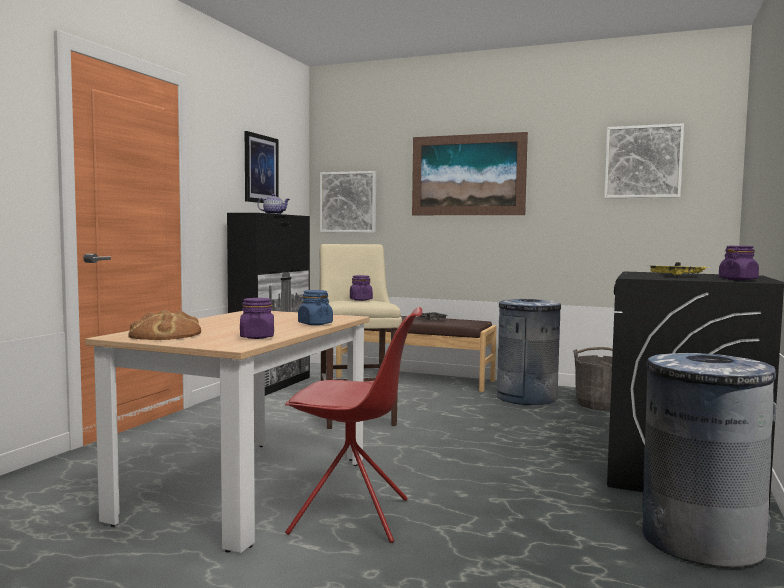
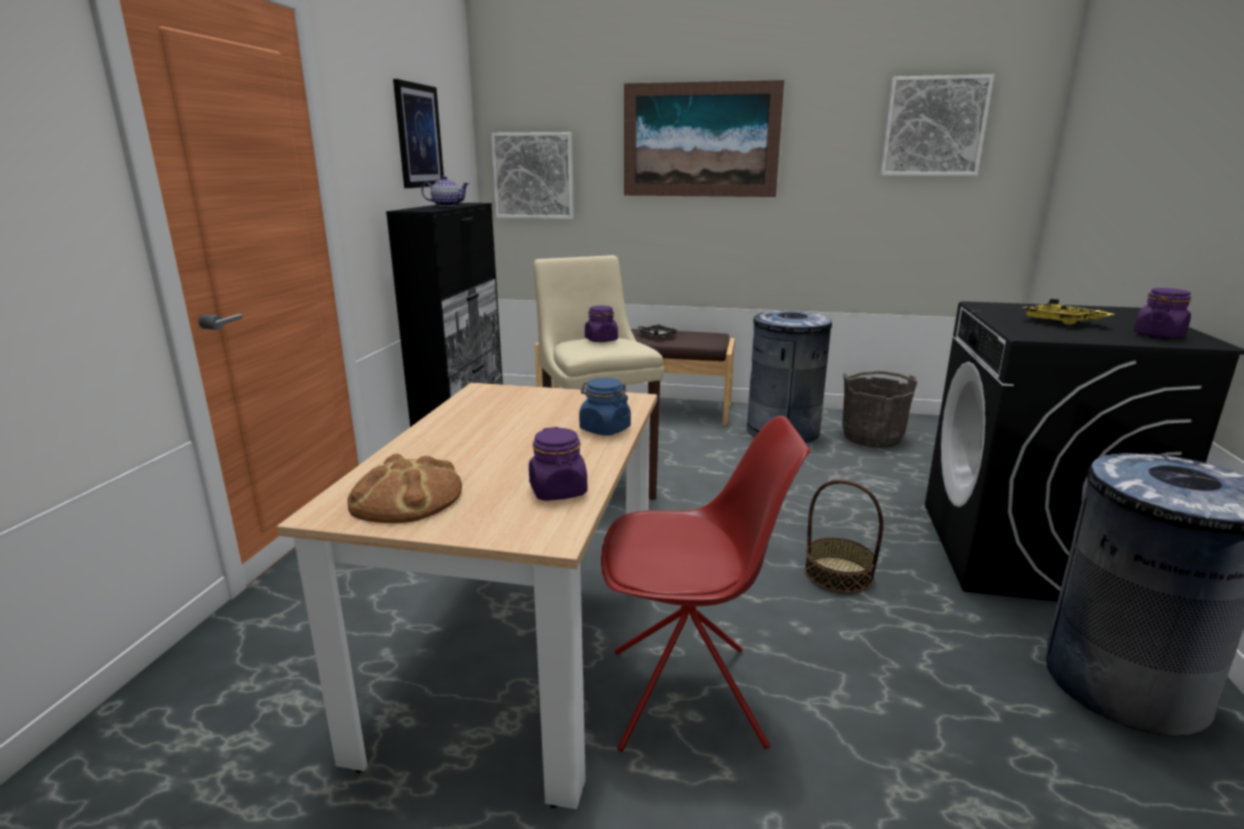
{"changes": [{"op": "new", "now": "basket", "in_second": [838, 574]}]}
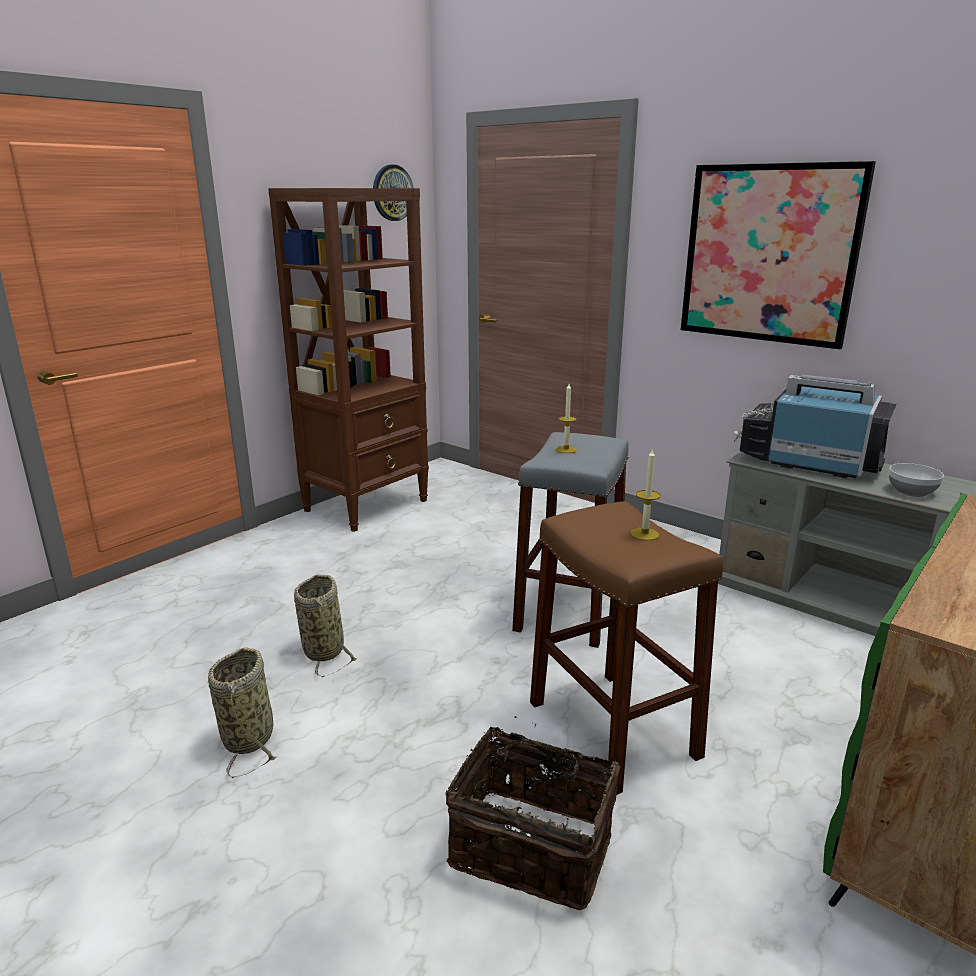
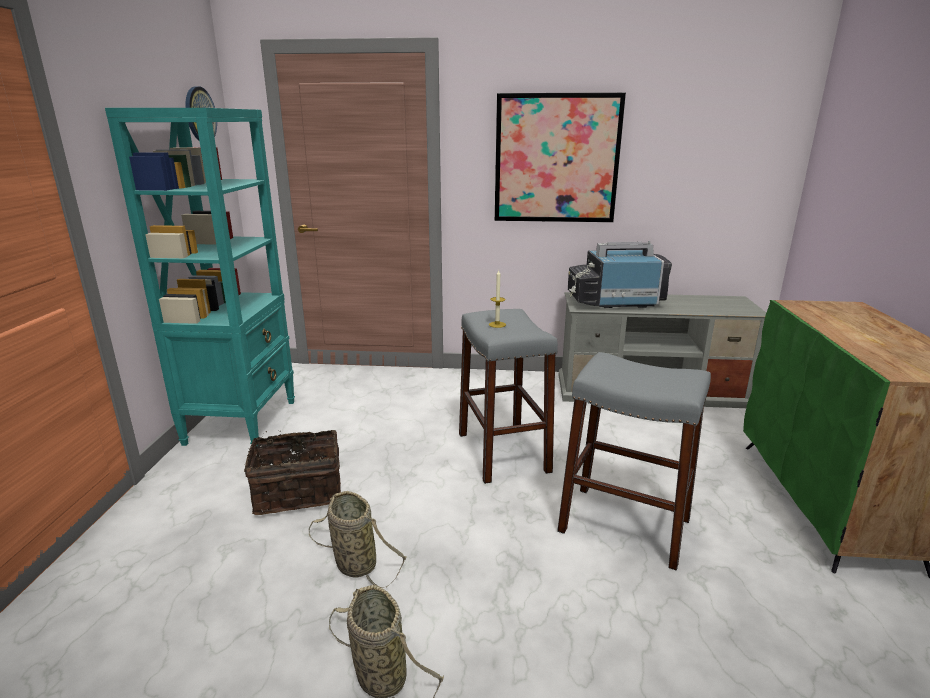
{"changes": [{"op": "repainted", "was": "bookcase (brown)", "now": "bookcase (turquoise)", "in_first": [367, 505], "in_second": [242, 421]}, {"op": "shifted", "was": "basket", "in_first": [533, 844], "in_second": [298, 491]}, {"op": "repainted", "was": "stool (brown)", "now": "stool (grey)", "in_first": [612, 729], "in_second": [624, 525]}, {"op": "gone", "was": "candle", "in_first": [644, 534]}, {"op": "gone", "was": "bowl", "in_first": [910, 491]}]}
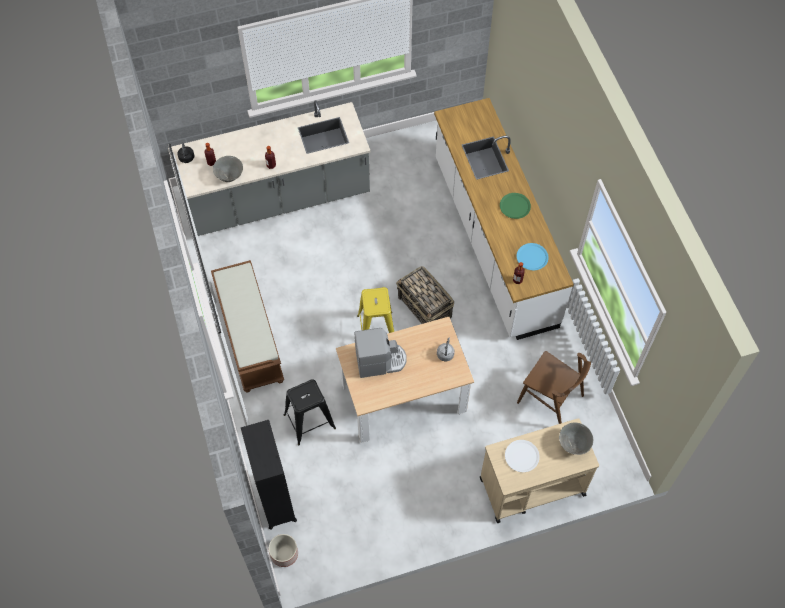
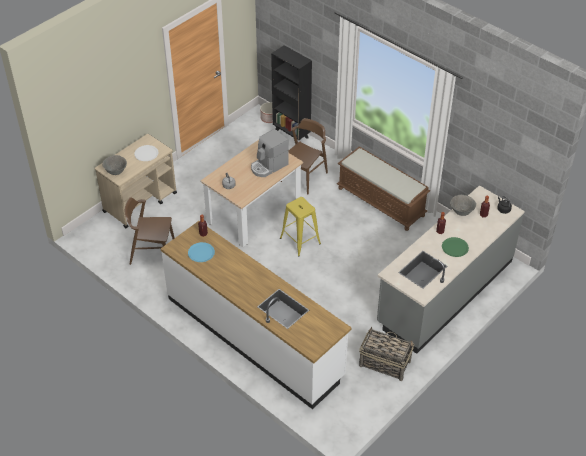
{"changes": [{"op": "swapped", "was": "stool (black)", "now": "chair (brown)", "in_first": [309, 421], "in_second": [304, 177]}, {"op": "shifted", "was": "basket", "in_first": [425, 307], "in_second": [384, 363]}, {"op": "shifted", "was": "plate (green)", "in_first": [515, 206], "in_second": [455, 247]}]}
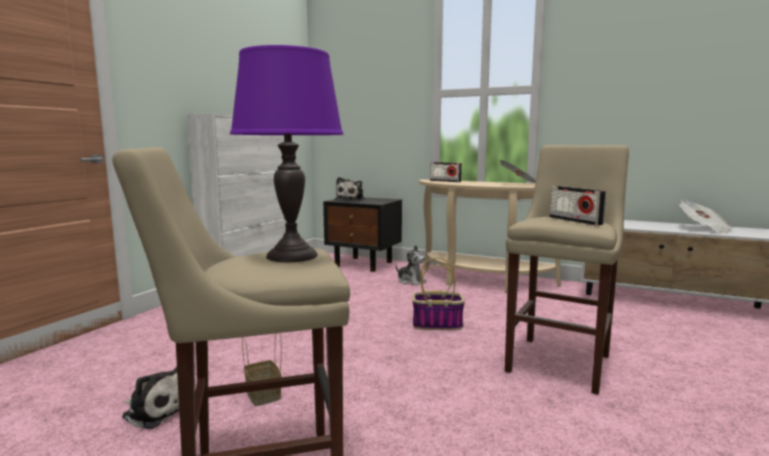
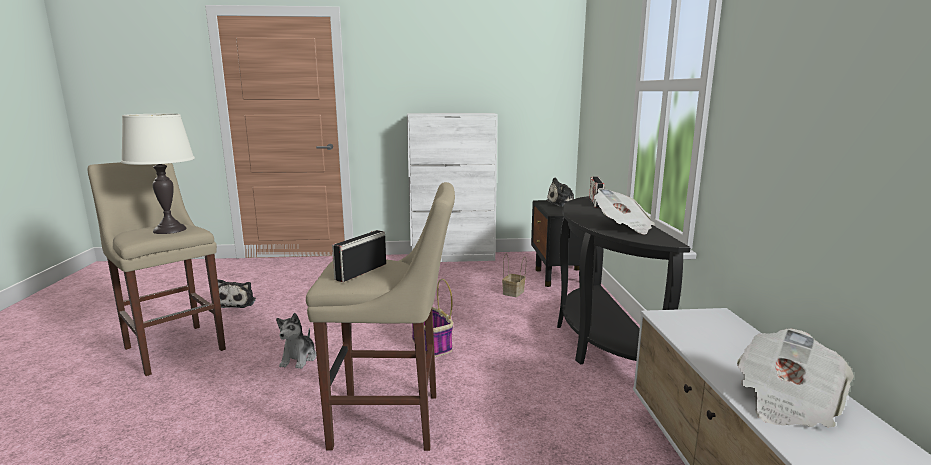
{"changes": [{"op": "repainted", "was": "table lamp (purple)", "now": "table lamp (white)", "in_first": [292, 256], "in_second": [170, 230]}, {"op": "shifted", "was": "plush toy", "in_first": [411, 281], "in_second": [299, 359]}, {"op": "shifted", "was": "basket", "in_first": [264, 395], "in_second": [513, 293]}, {"op": "repainted", "was": "console table (beige)", "now": "console table (black)", "in_first": [483, 281], "in_second": [599, 341]}]}
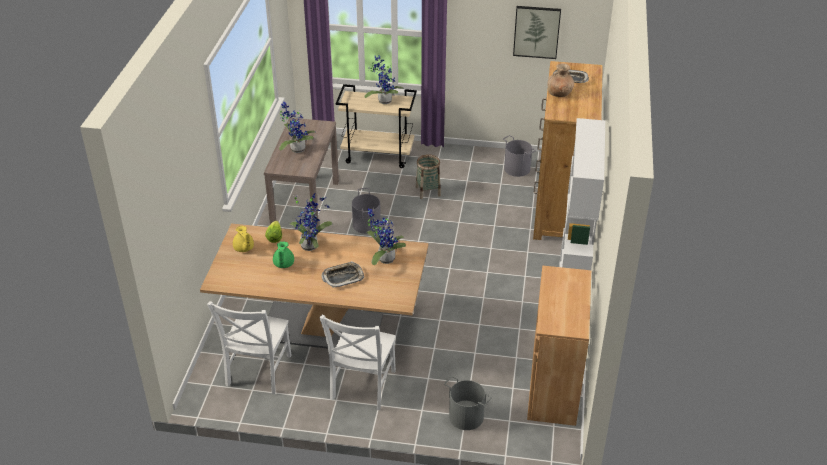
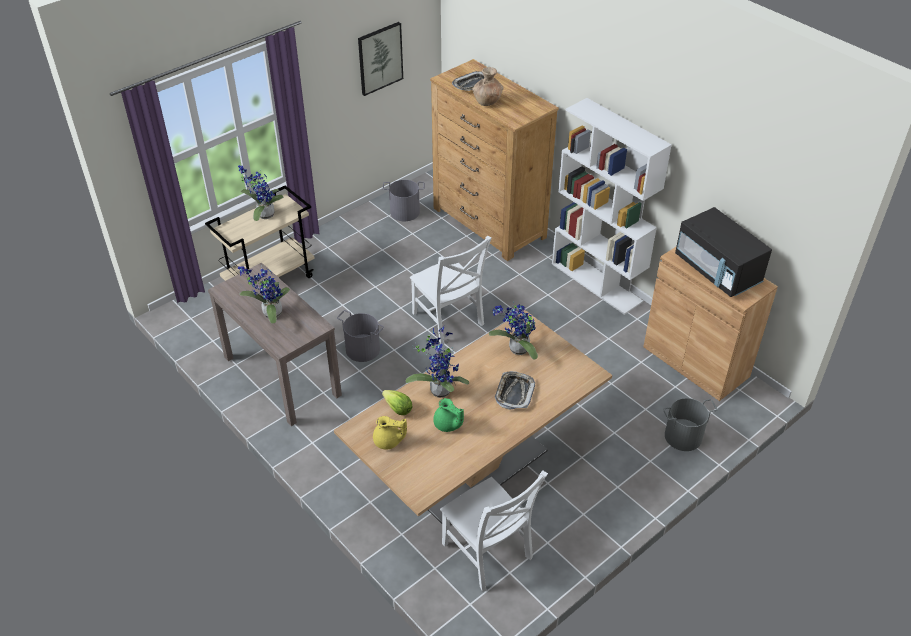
{"changes": [{"op": "shifted", "was": "chair (white)", "in_first": [362, 387], "in_second": [449, 321]}, {"op": "new", "now": "microwave (black)", "in_second": [717, 271]}, {"op": "gone", "was": "basket", "in_first": [428, 191]}]}
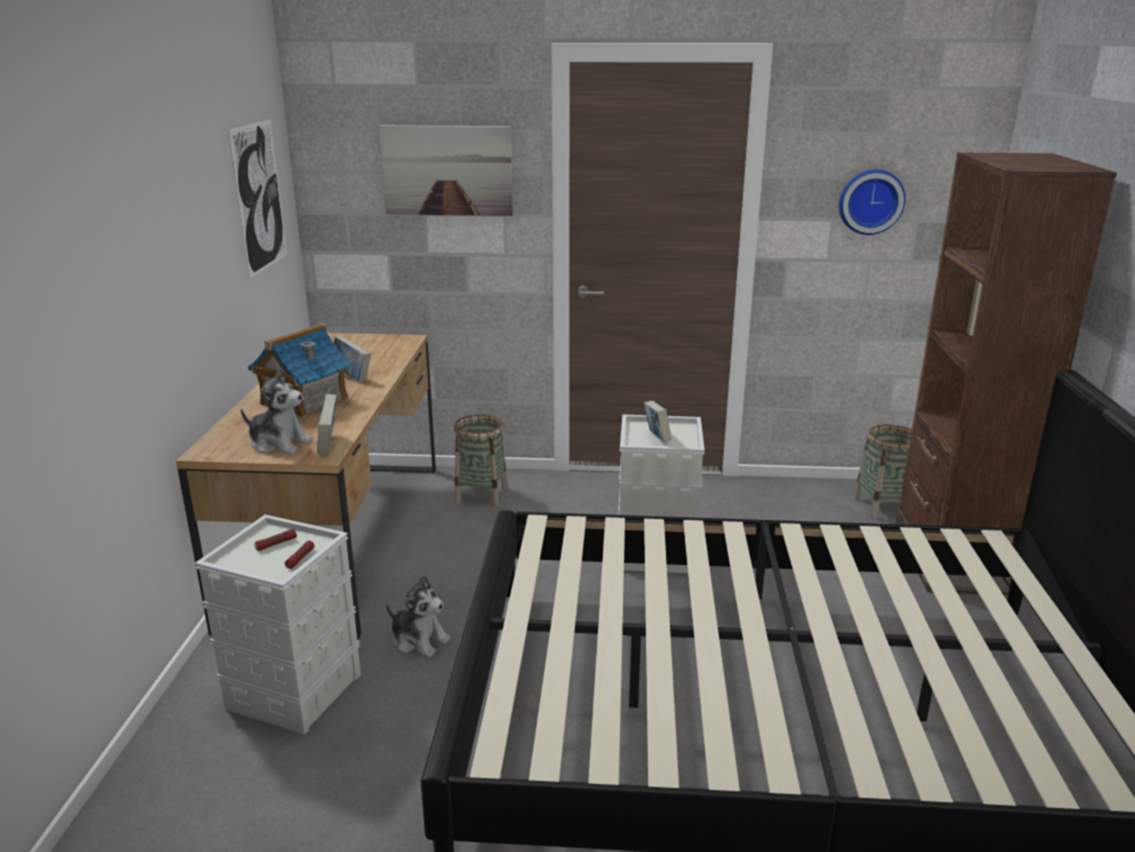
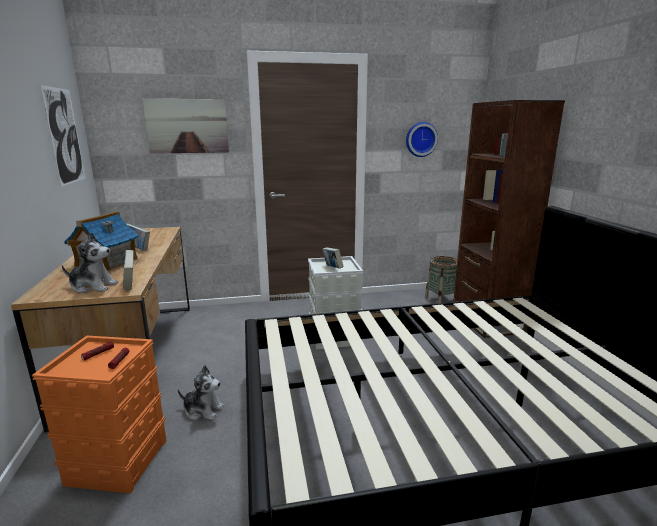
{"changes": [{"op": "repainted", "was": "storage box (grey)", "now": "storage box (orange)", "in_first": [294, 690], "in_second": [117, 461]}, {"op": "gone", "was": "basket", "in_first": [481, 494]}]}
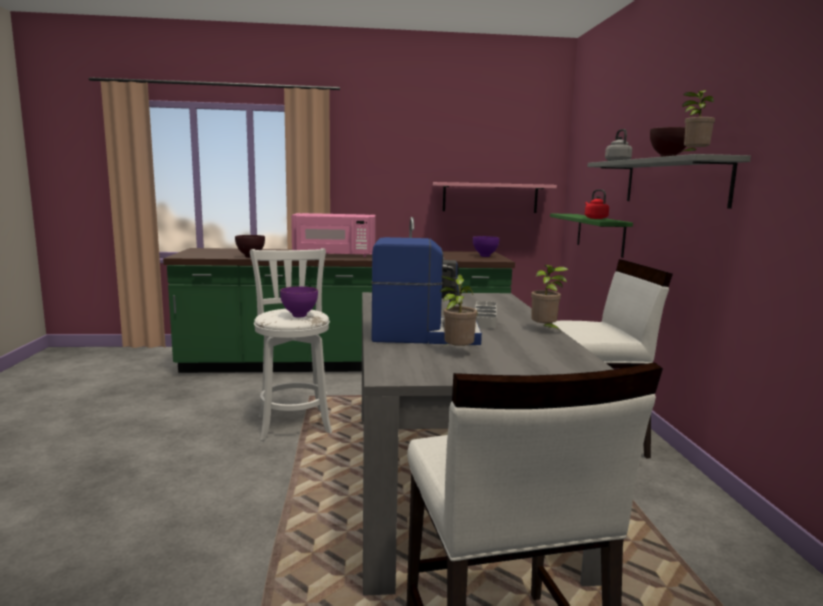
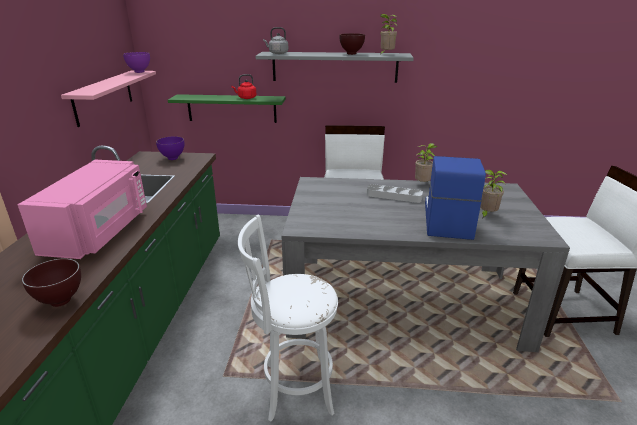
{"changes": [{"op": "shifted", "was": "bowl (purple)", "in_first": [299, 316], "in_second": [140, 72]}]}
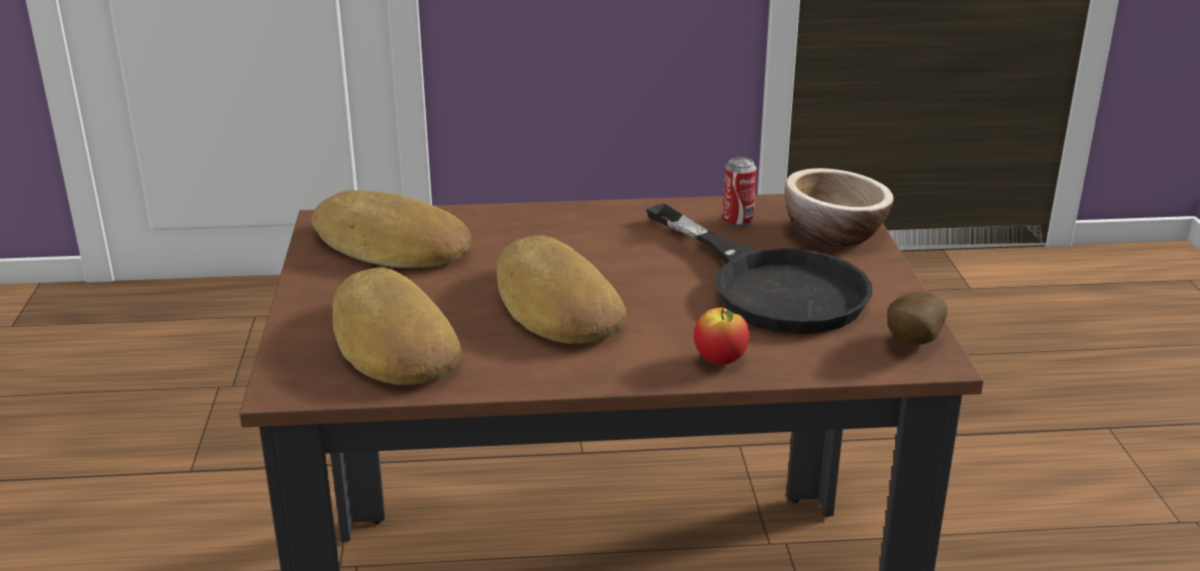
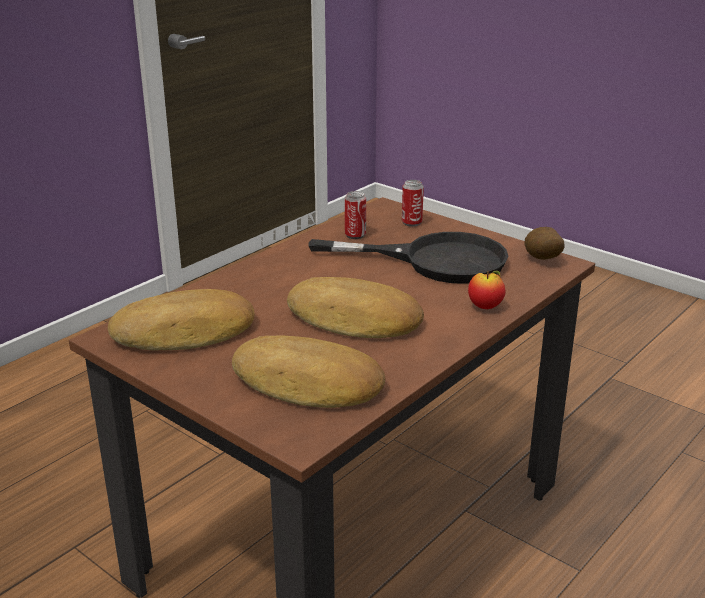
{"changes": [{"op": "swapped", "was": "bowl", "now": "can", "in_first": [834, 233], "in_second": [411, 223]}]}
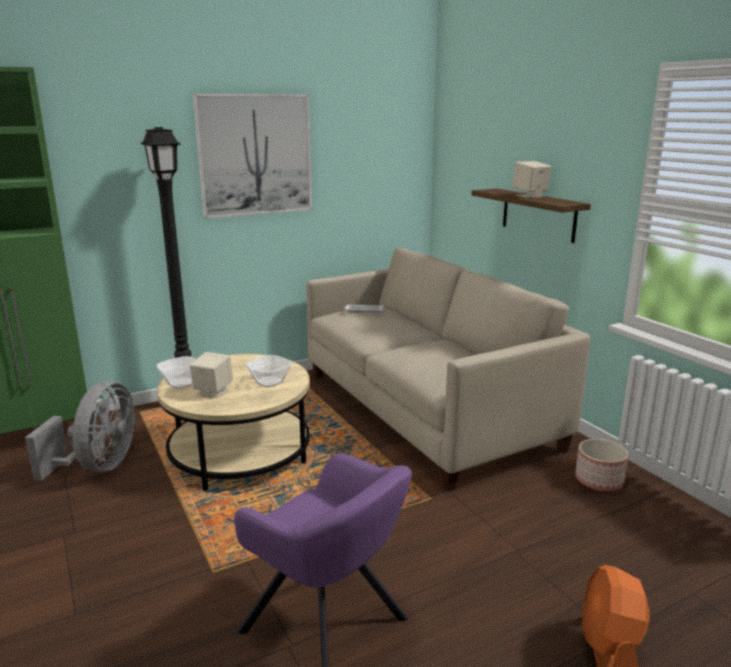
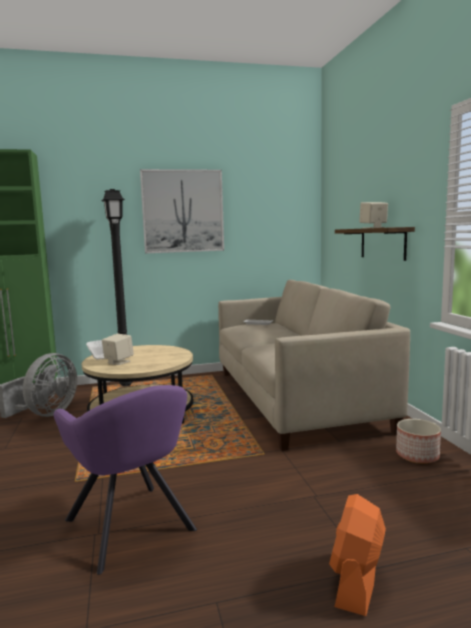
{"changes": [{"op": "gone", "was": "bowl", "in_first": [268, 382]}]}
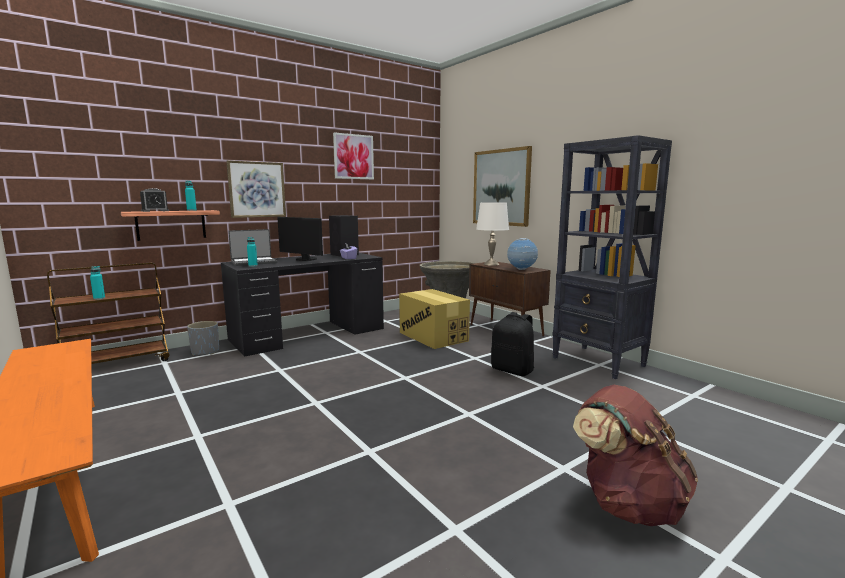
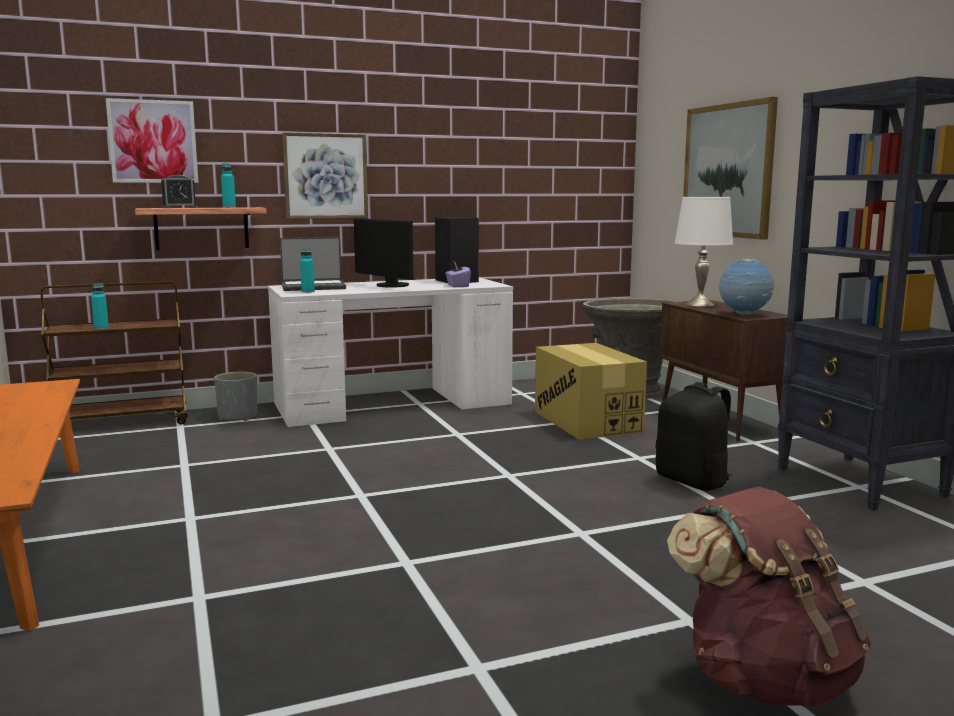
{"changes": [{"op": "shifted", "was": "picture", "in_first": [353, 156], "in_second": [153, 141]}, {"op": "repainted", "was": "desk (black)", "now": "desk (white)", "in_first": [309, 334], "in_second": [393, 404]}]}
